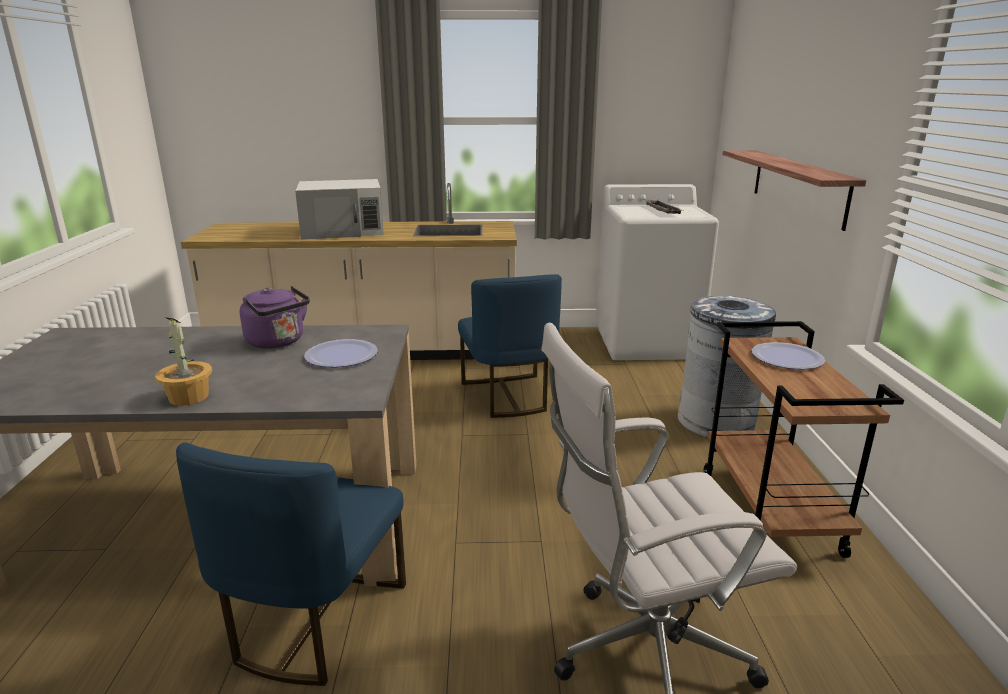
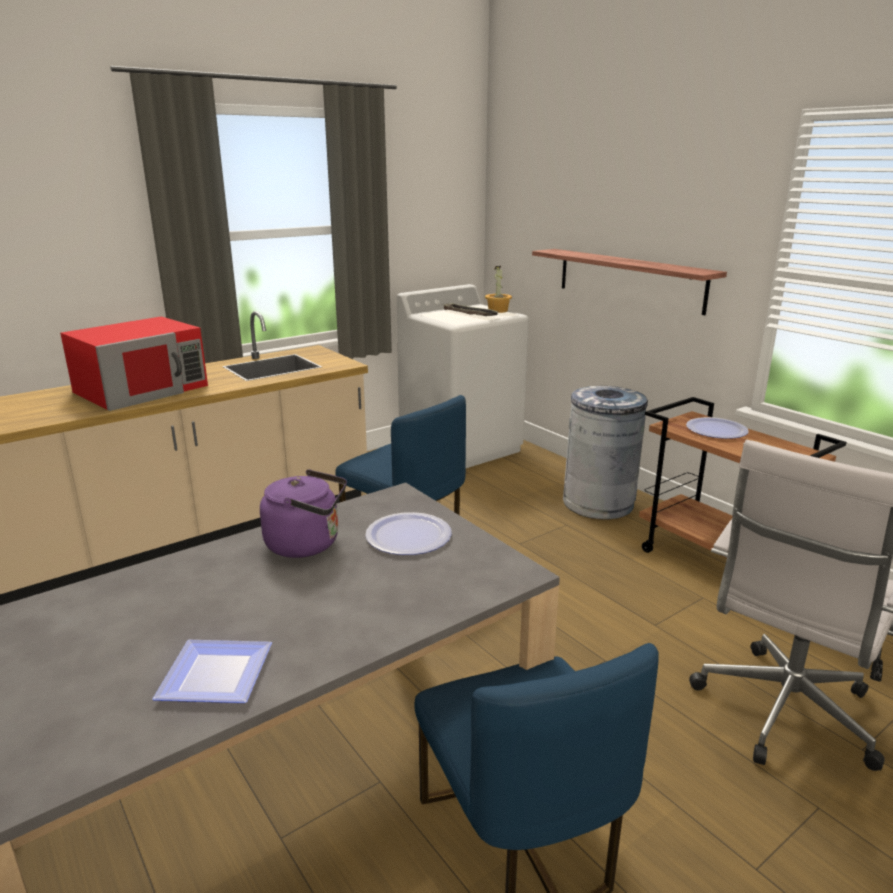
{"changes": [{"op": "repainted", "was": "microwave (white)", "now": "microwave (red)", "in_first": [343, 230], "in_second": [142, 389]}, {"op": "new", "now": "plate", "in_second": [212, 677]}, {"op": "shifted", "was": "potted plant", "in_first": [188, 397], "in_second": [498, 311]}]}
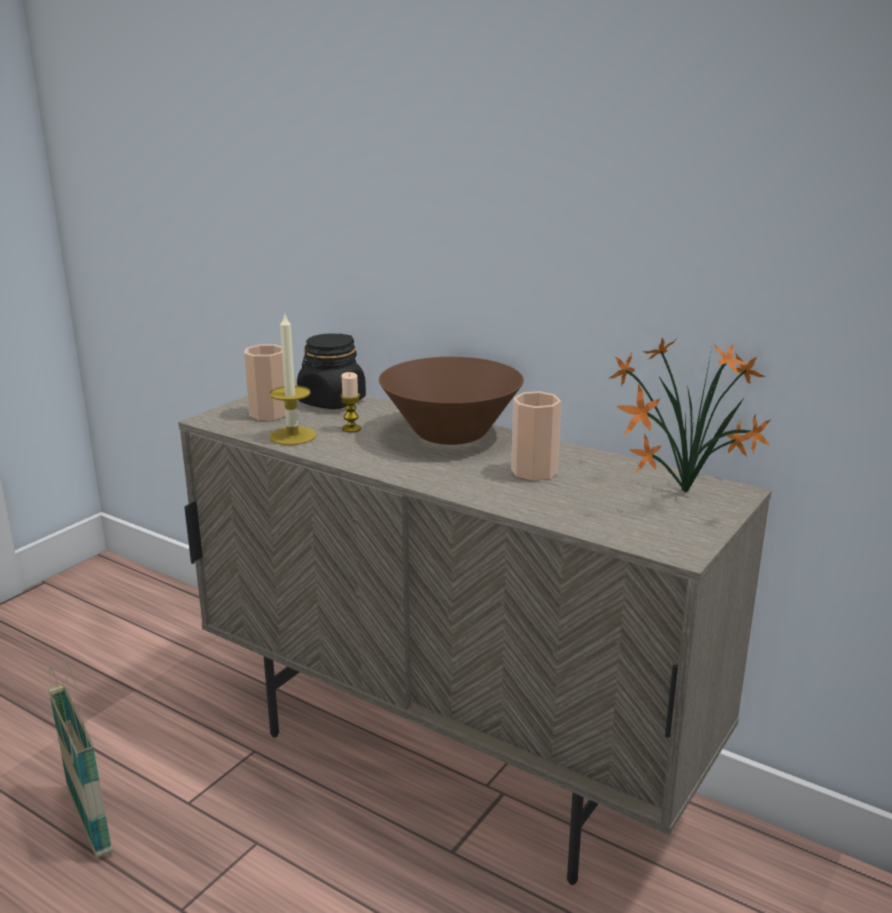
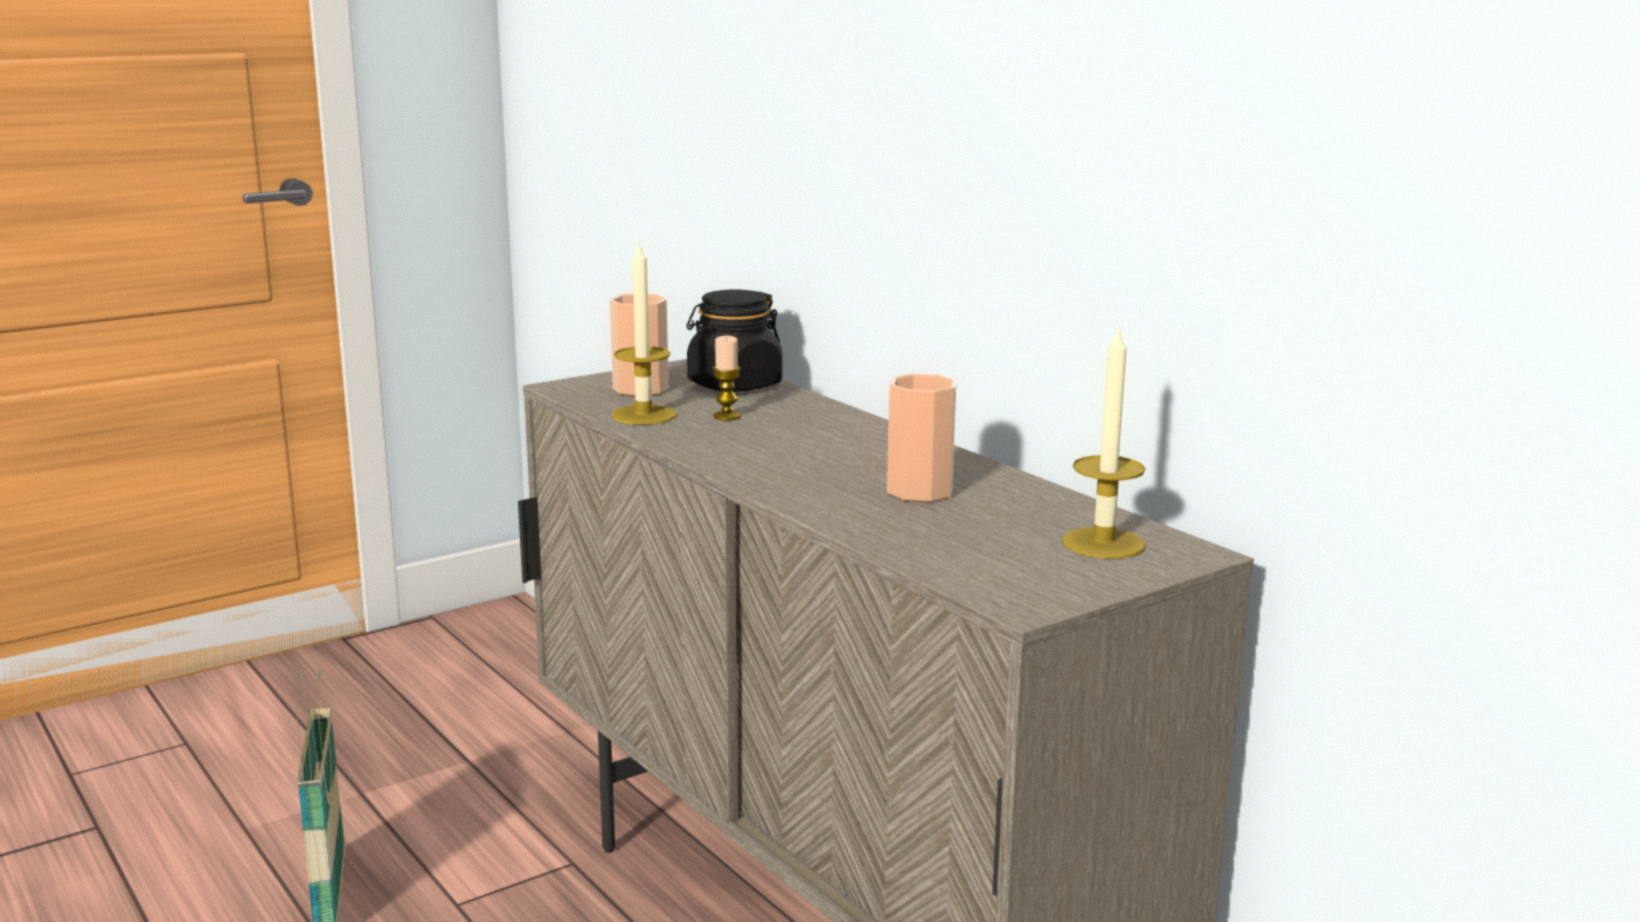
{"changes": [{"op": "swapped", "was": "potted plant", "now": "candle", "in_first": [681, 494], "in_second": [1103, 543]}, {"op": "gone", "was": "bowl (brown)", "in_first": [450, 434]}]}
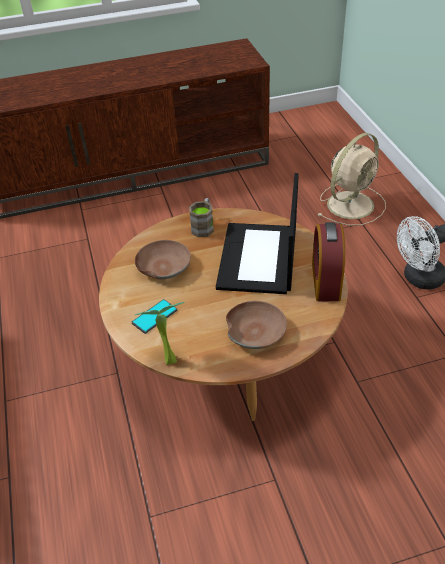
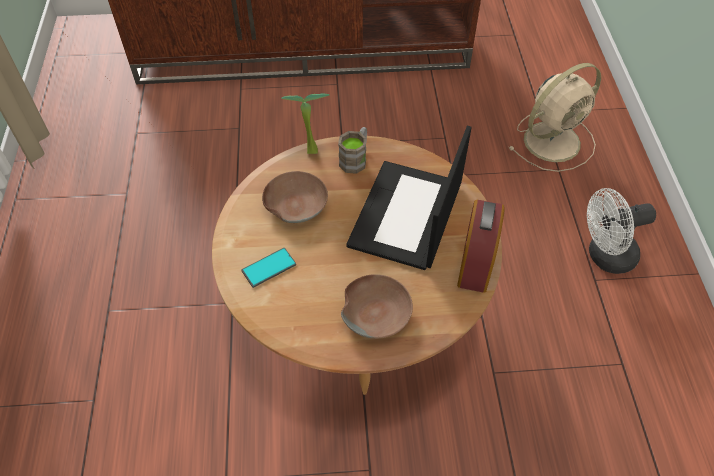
{"changes": [{"op": "shifted", "was": "potted plant", "in_first": [167, 358], "in_second": [309, 148]}]}
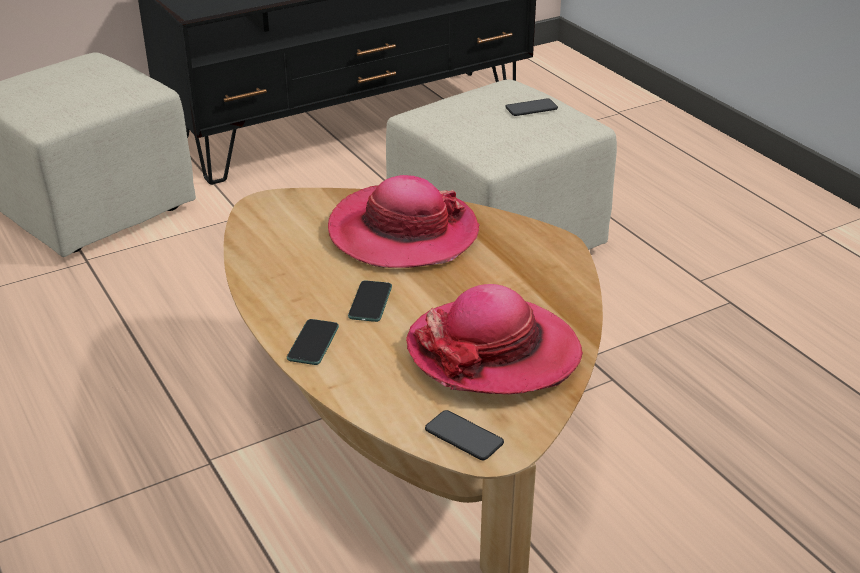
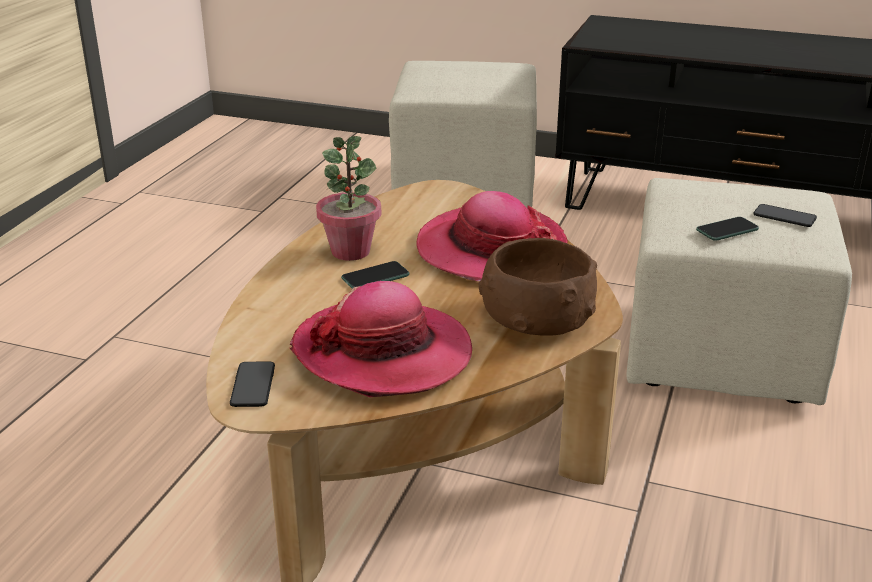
{"changes": [{"op": "new", "now": "potted plant", "in_second": [350, 251]}, {"op": "new", "now": "bowl (brown)", "in_second": [535, 318]}, {"op": "shifted", "was": "phone", "in_first": [313, 343], "in_second": [727, 230]}]}
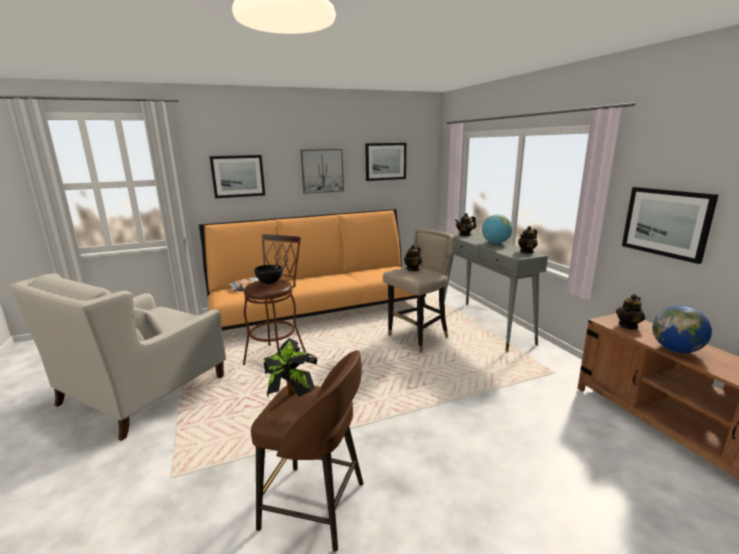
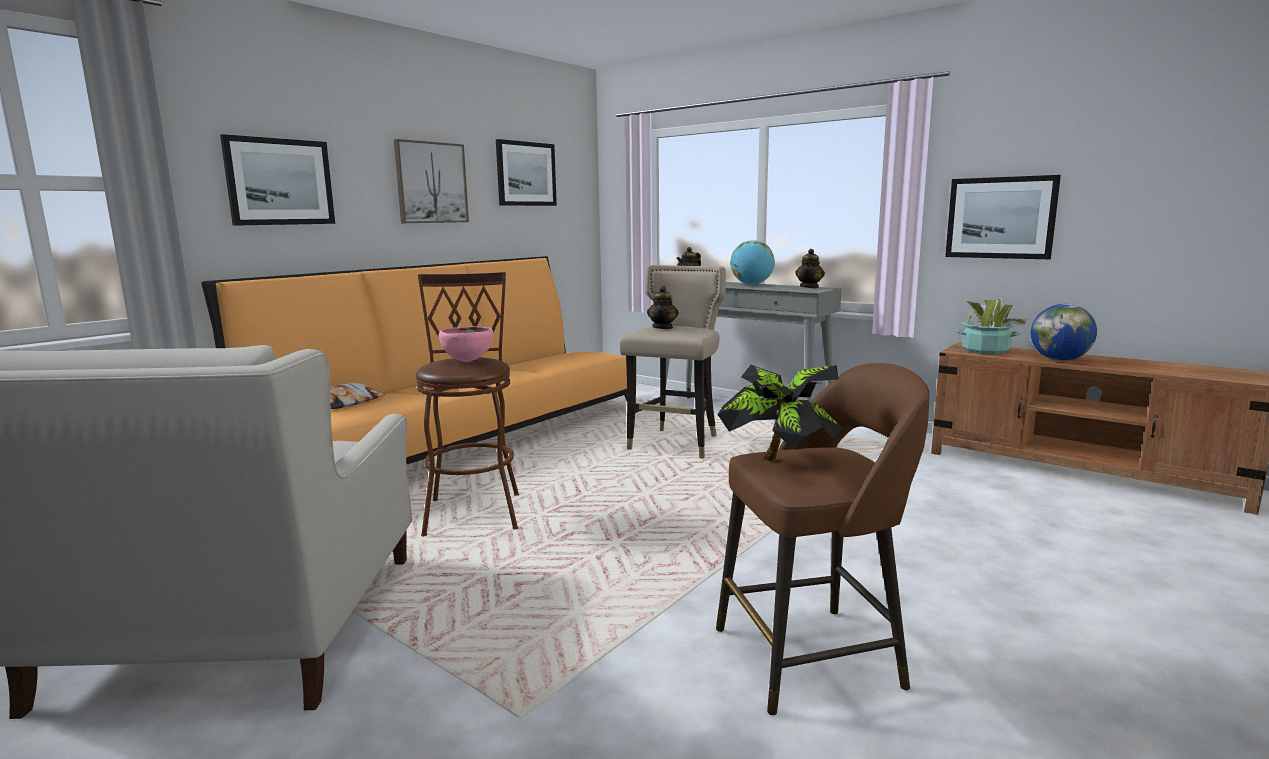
{"changes": [{"op": "repainted", "was": "bowl (black)", "now": "bowl (pink)", "in_first": [269, 283], "in_second": [468, 361]}, {"op": "swapped", "was": "teapot", "now": "potted plant", "in_first": [628, 325], "in_second": [985, 350]}]}
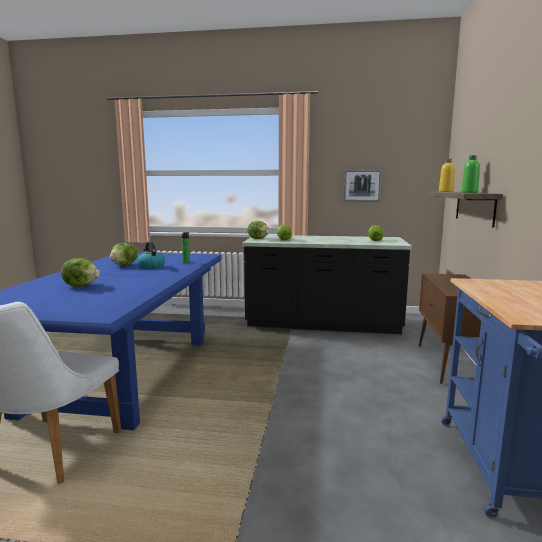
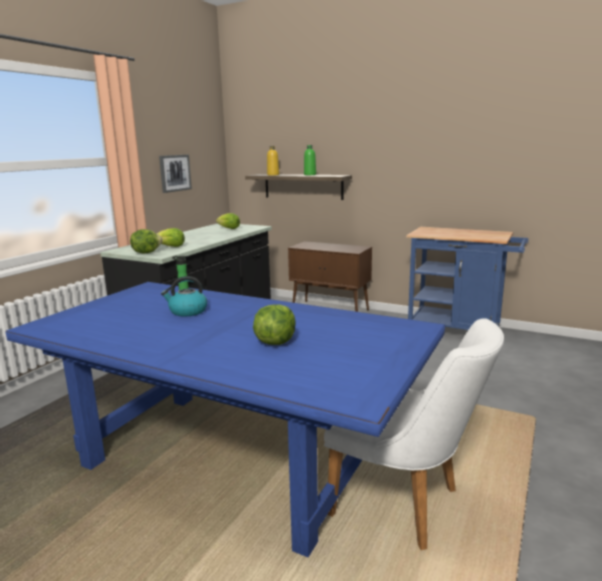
{"changes": [{"op": "gone", "was": "lettuce", "in_first": [124, 265]}]}
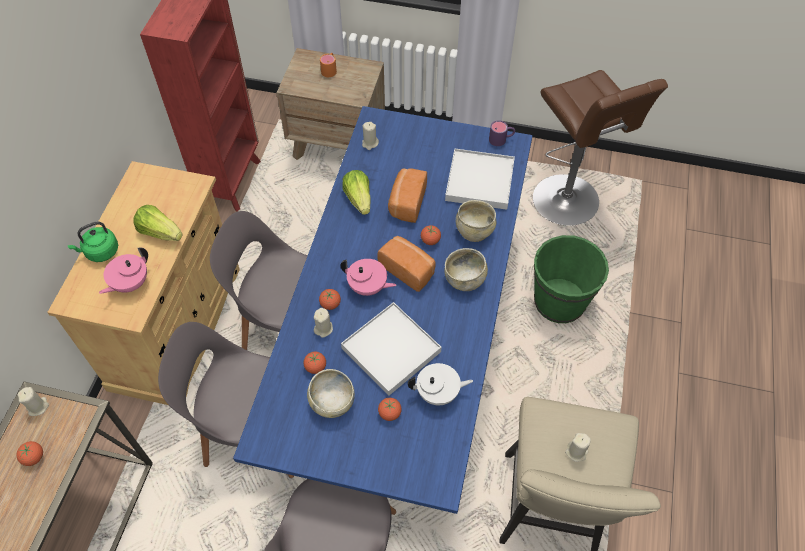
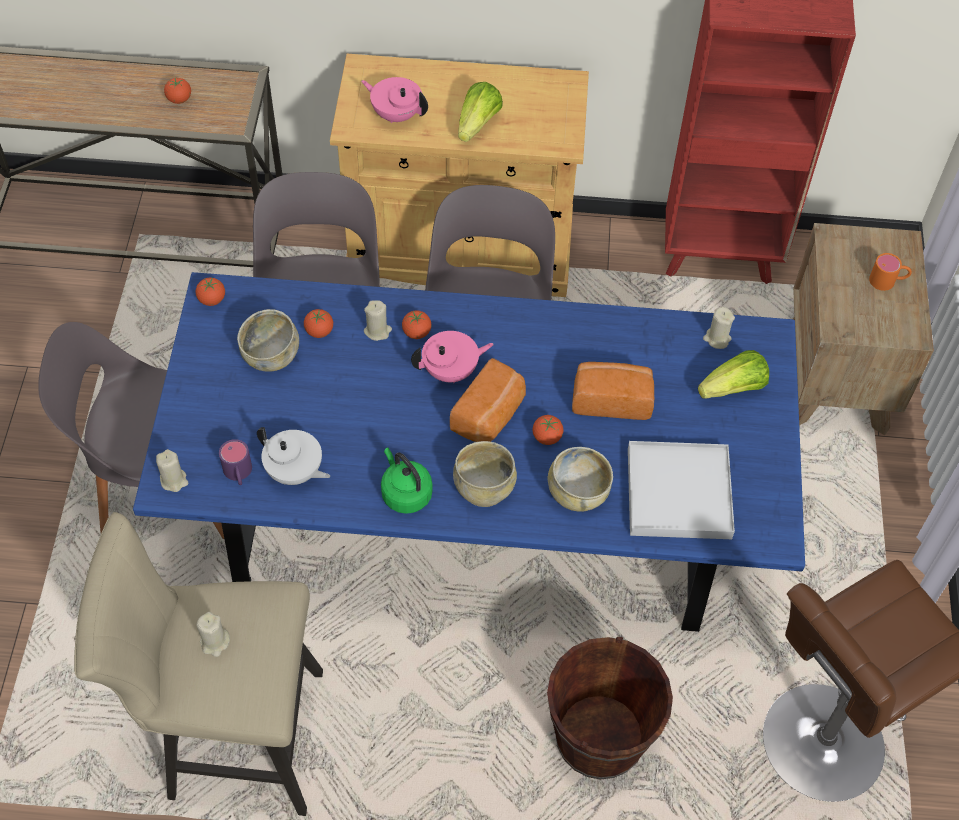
{"changes": [{"op": "shifted", "was": "candle (beige)", "in_first": [38, 407], "in_second": [174, 480]}, {"op": "shifted", "was": "tomato", "in_first": [389, 413], "in_second": [212, 300]}, {"op": "shifted", "was": "mug (purple)", "in_first": [501, 139], "in_second": [238, 474]}, {"op": "rotated", "was": "teapot (white)", "in_first": [438, 393], "in_second": [295, 472], "clockwise": -45}, {"op": "shifted", "was": "kettle (green)", "in_first": [100, 252], "in_second": [405, 493]}, {"op": "rotated", "was": "teapot (pink)", "in_first": [368, 287], "in_second": [451, 371], "clockwise": -120}, {"op": "repainted", "was": "bucket (green)", "now": "bucket (brown)", "in_first": [559, 302], "in_second": [599, 738]}, {"op": "shifted", "was": "lettuce", "in_first": [359, 199], "in_second": [733, 388]}, {"op": "gone", "was": "tray (white)", "in_first": [390, 350]}]}
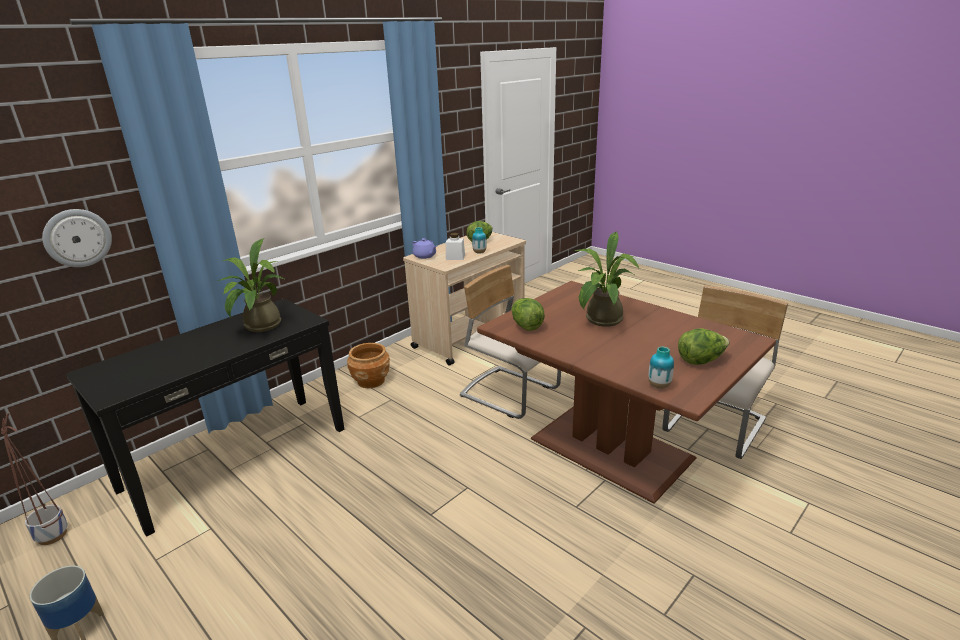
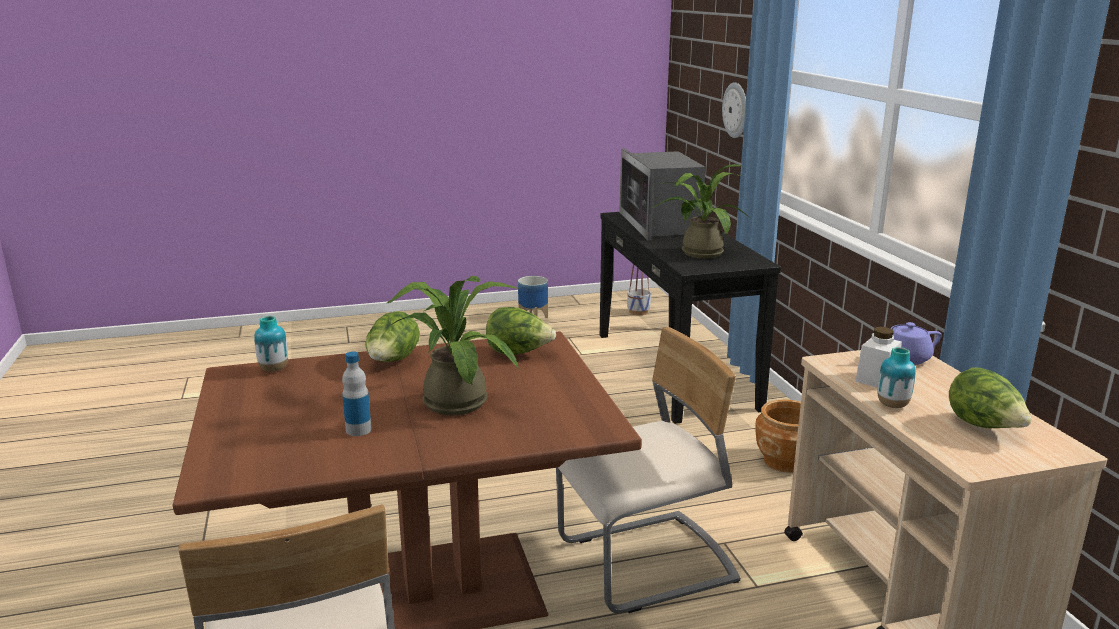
{"changes": [{"op": "new", "now": "bottle", "in_second": [358, 430]}, {"op": "shifted", "was": "lettuce", "in_first": [701, 360], "in_second": [393, 362]}, {"op": "new", "now": "microwave", "in_second": [659, 224]}]}
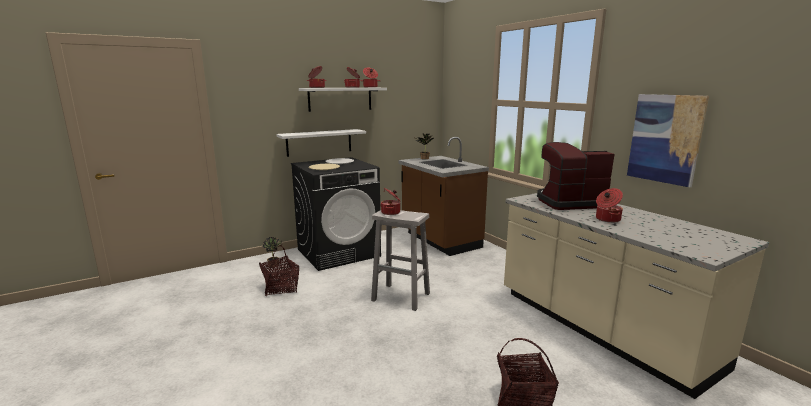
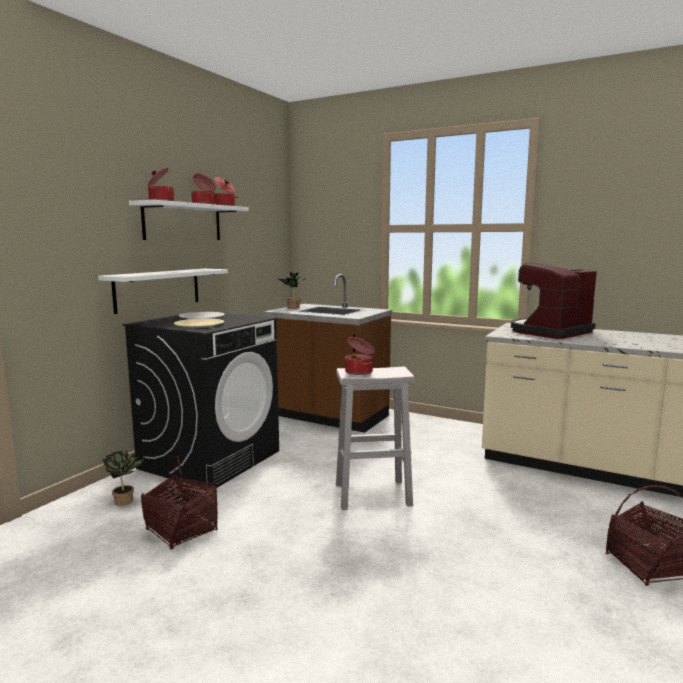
{"changes": [{"op": "gone", "was": "cooking pot", "in_first": [607, 219]}, {"op": "gone", "was": "picture", "in_first": [665, 139]}]}
